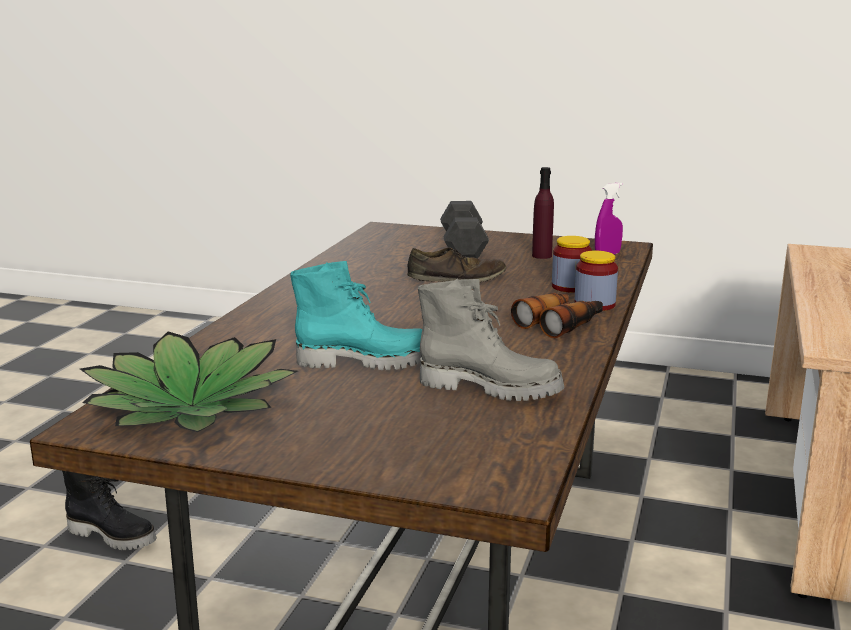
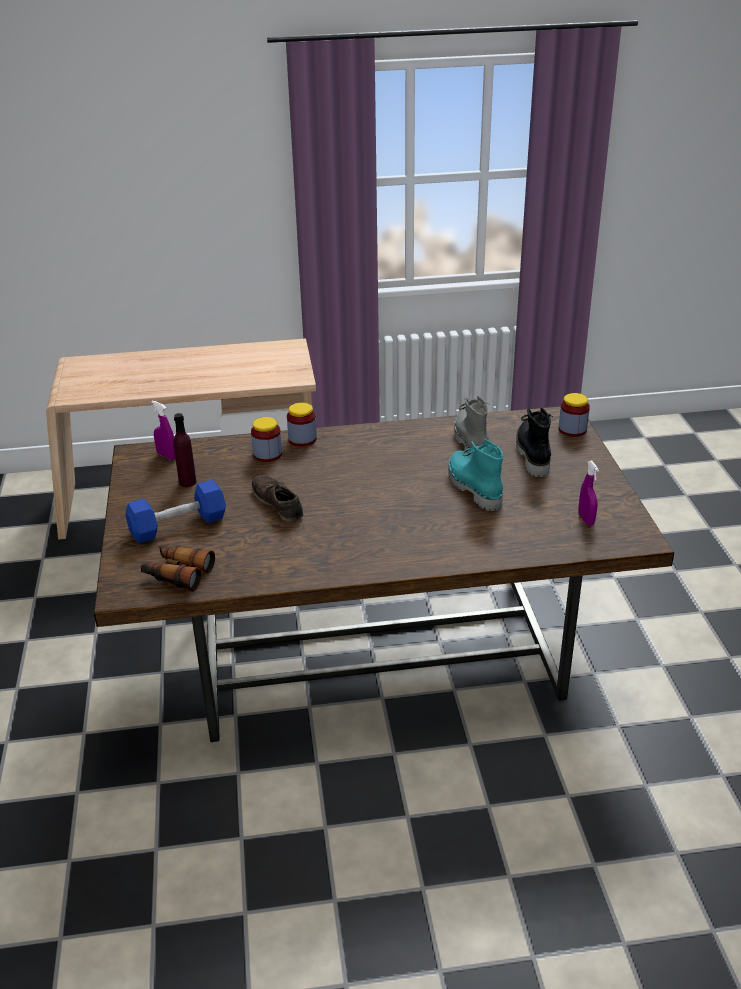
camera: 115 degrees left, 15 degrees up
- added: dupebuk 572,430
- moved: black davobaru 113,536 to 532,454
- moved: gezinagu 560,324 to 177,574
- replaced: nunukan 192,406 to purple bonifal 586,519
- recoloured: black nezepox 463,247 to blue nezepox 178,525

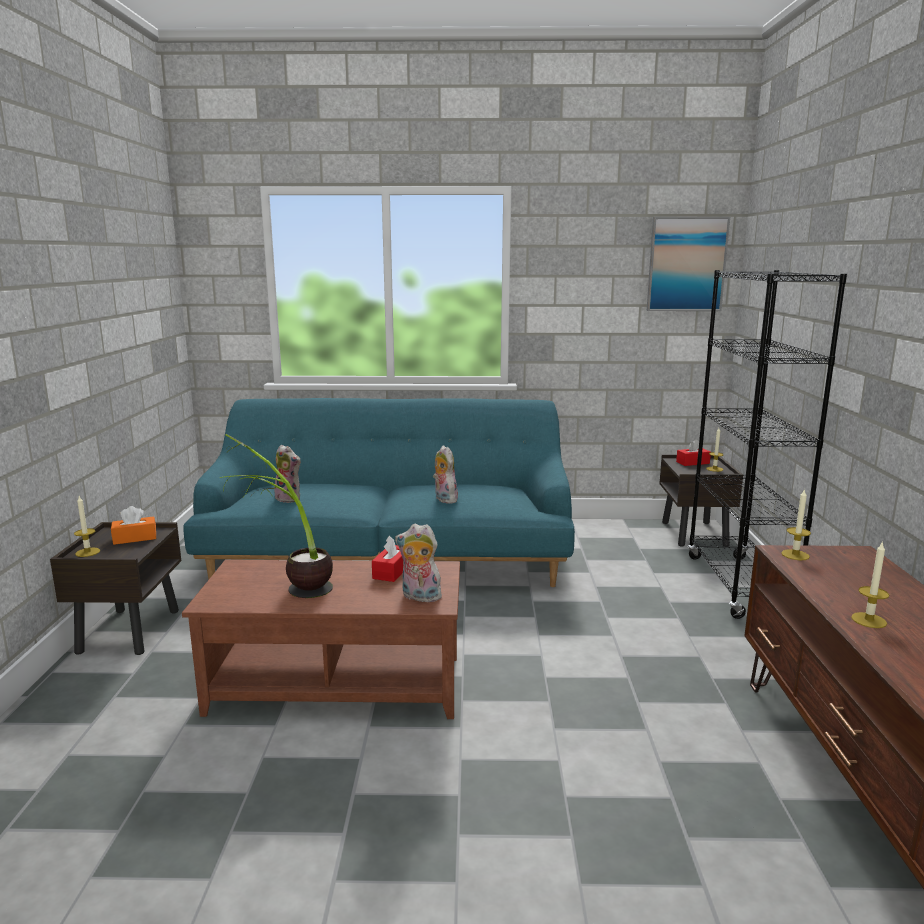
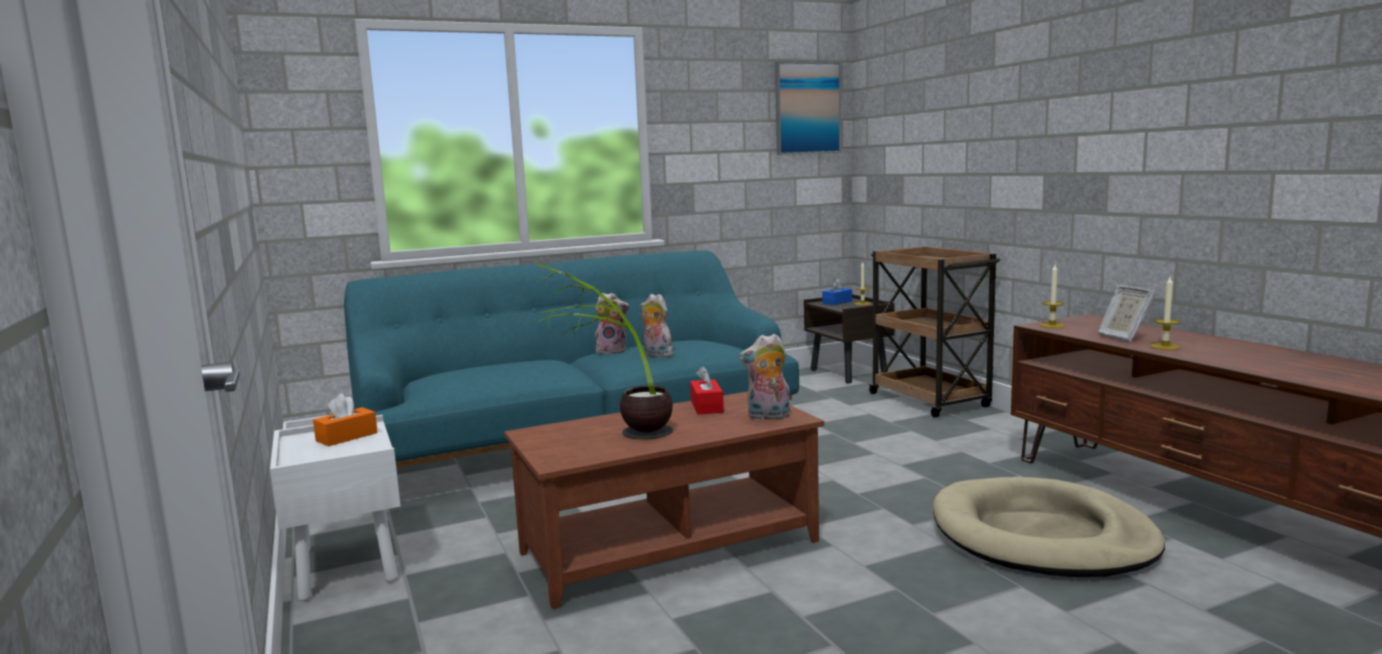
camera: 25 degrees left, 5 degrees down
- removed: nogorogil 87,552
- added: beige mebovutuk 1041,536
- added: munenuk 1123,337
- moved: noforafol 290,498 to 612,351
- replaced: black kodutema 738,586 to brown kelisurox 930,401
- recoloured: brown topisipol 129,631 to white topisipol 345,565
- recoloured: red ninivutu 692,463 to blue ninivutu 837,302

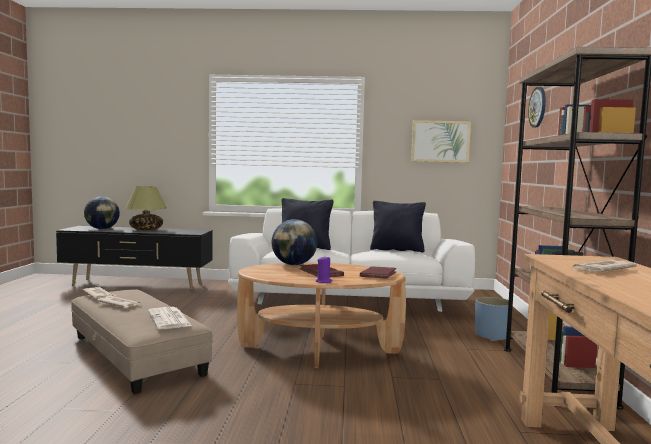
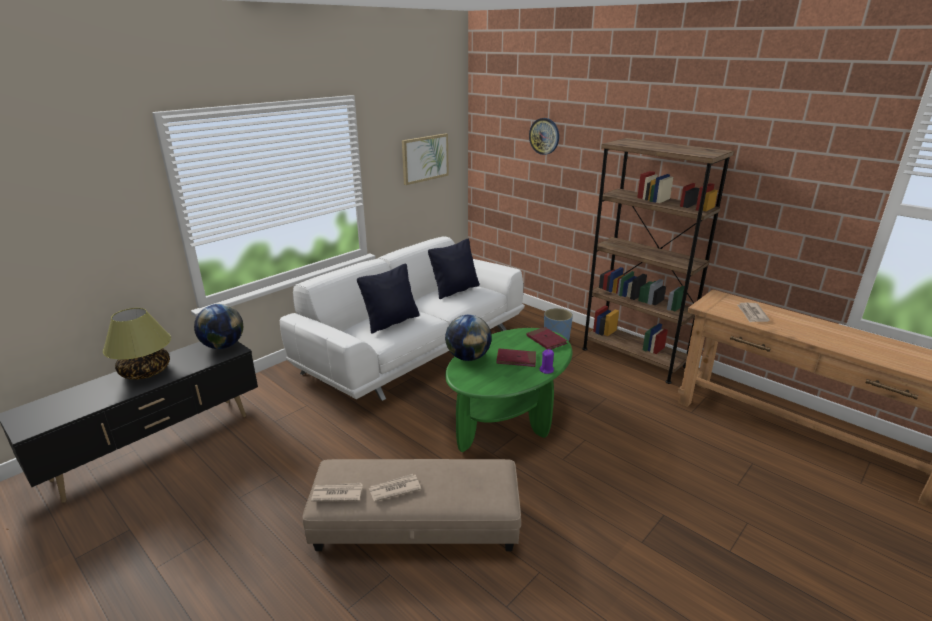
camera: 50 degrees left, 20 degrees up
- removed: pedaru 170,319
- moved: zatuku 102,229 to 223,346
- recoloured: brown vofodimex 319,349 to green vofodimex 508,418

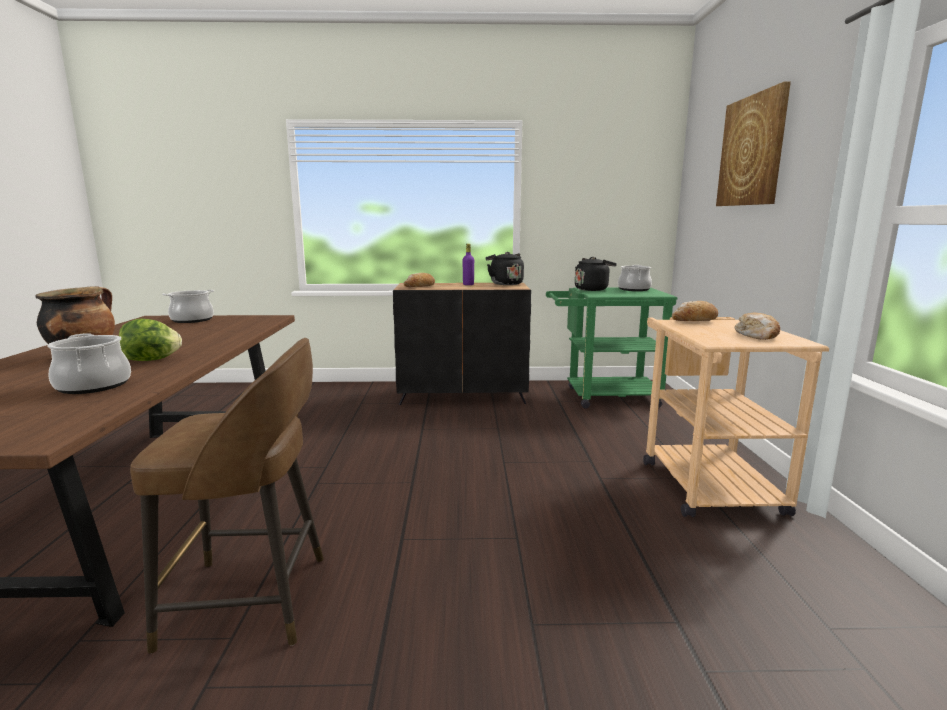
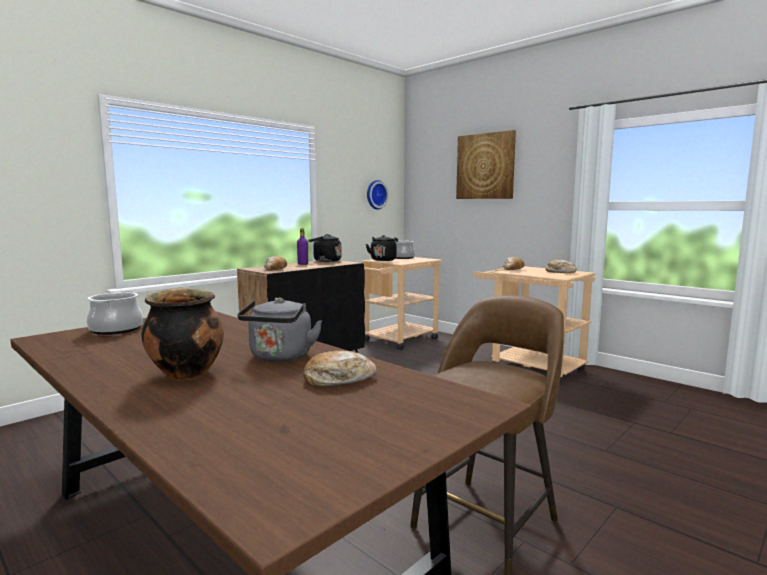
camera: 45 degrees left, 5 degrees down
- added: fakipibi 375,194
- replaced: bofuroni 94,385 to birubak 339,379
- replaced: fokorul 152,360 to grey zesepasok 280,357
- recoloured: green kelisurox 603,397 to beige kelisurox 396,341

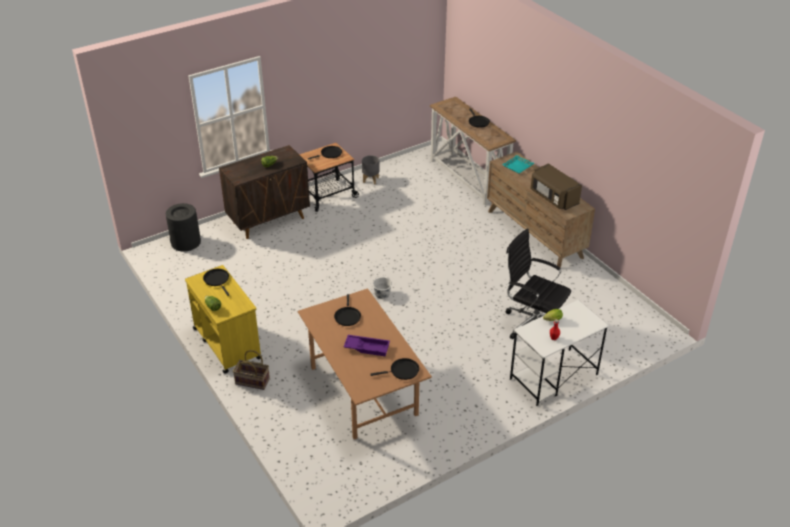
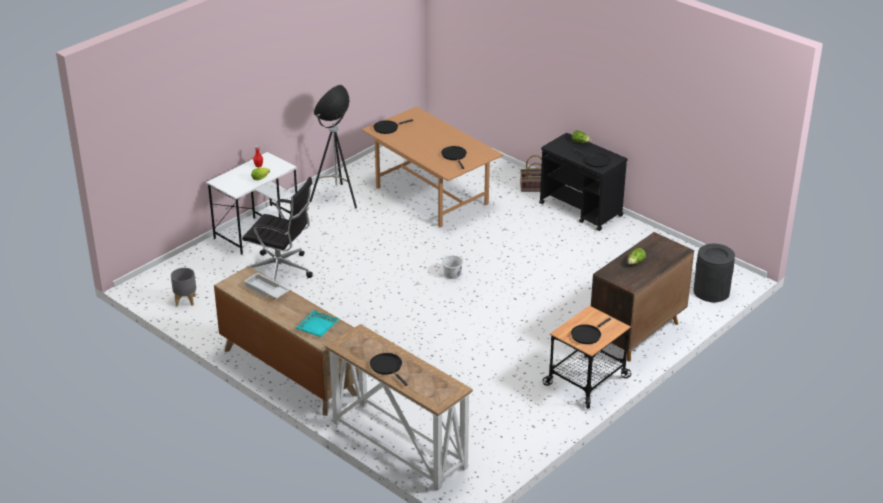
camera: 165 degrees right, 5 degrees down
- removed: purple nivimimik 367,347
- added: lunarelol 337,199
- moved: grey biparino 370,180 to 185,300
- replaced: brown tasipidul 553,198 to white nivimimik 266,290
- recoloured: yellow kelisurox 227,343 to black kelisurox 581,210

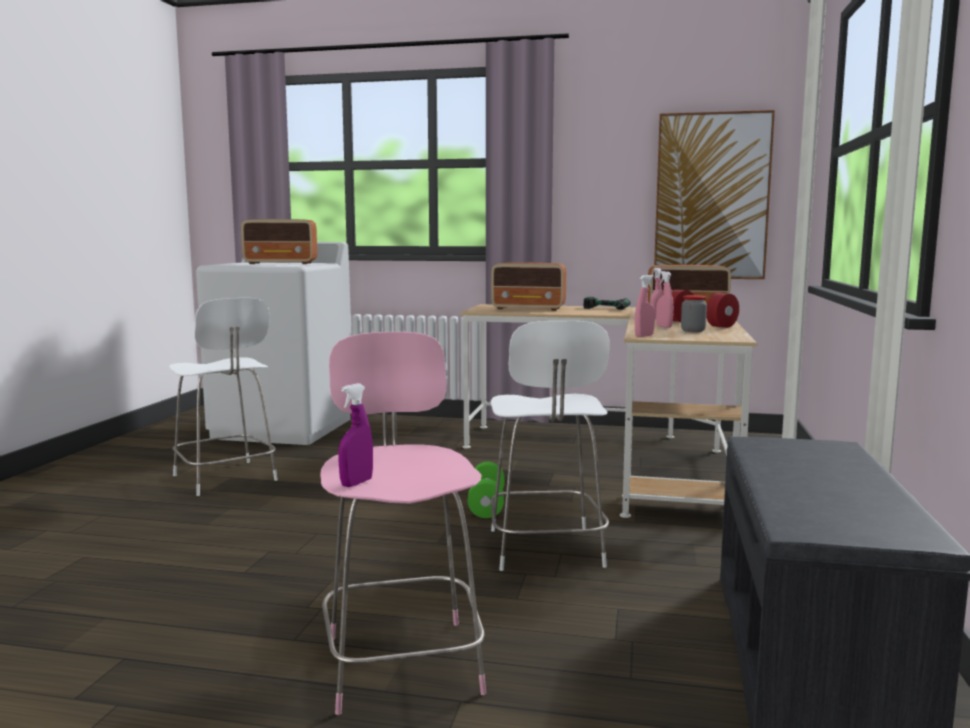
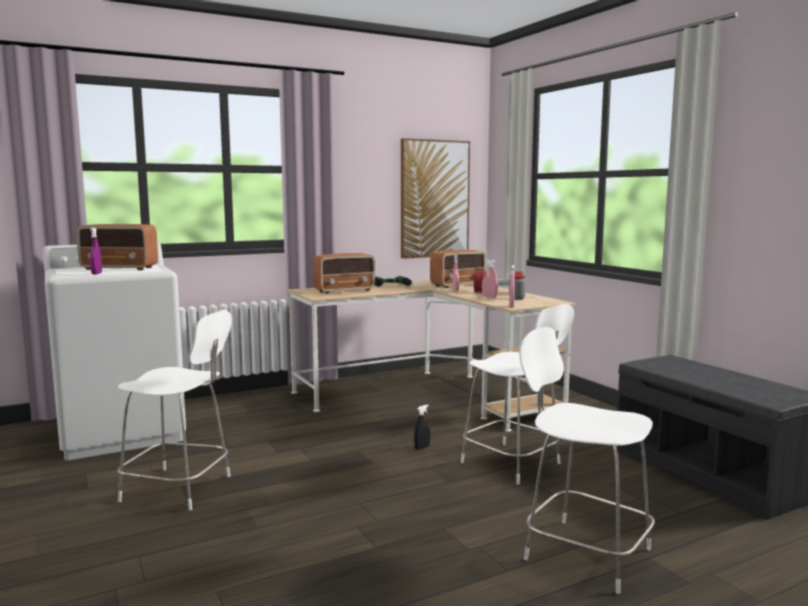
camera: 40 degrees left, 0 degrees up
- moved: purple bonifal 356,483 to 96,274
- replaced: green nezepox 486,505 to black bonifal 422,447
- recoloured: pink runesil 402,660 to white runesil 583,552
- turned: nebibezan 281,263 = 120,268 45 degrees clockwise

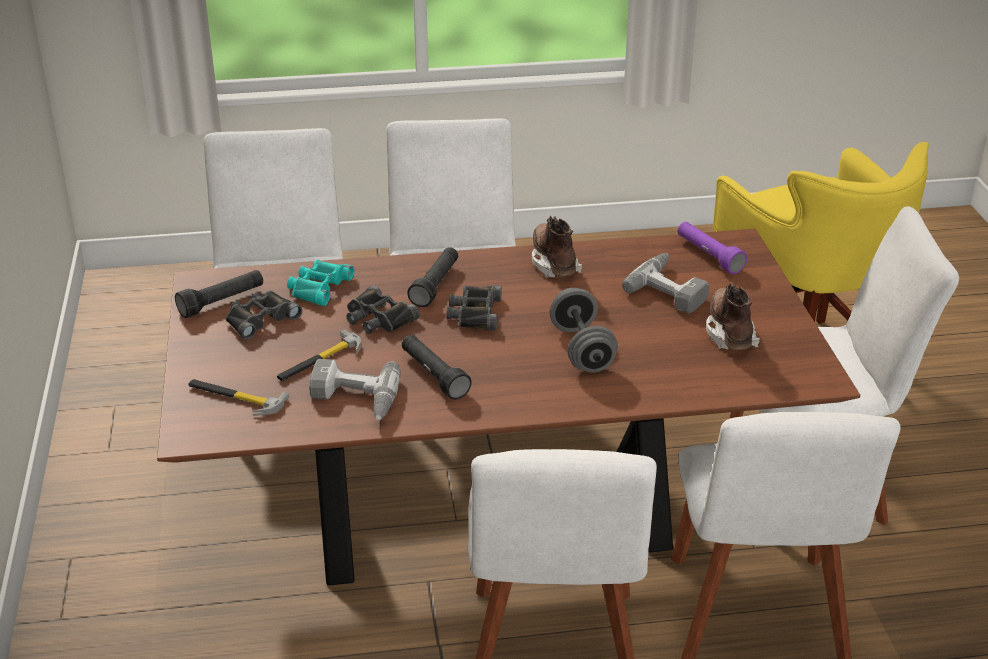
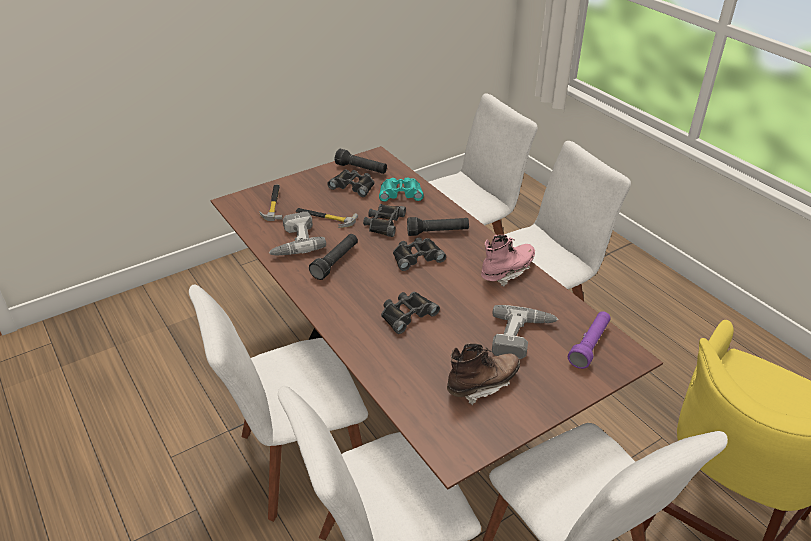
camera: 65 degrees right, 5 degrees up
- replaced: grey nezepox 582,349 to black gezinagu 406,314
- recoloured: brown davobaru 554,264 to pink davobaru 507,272

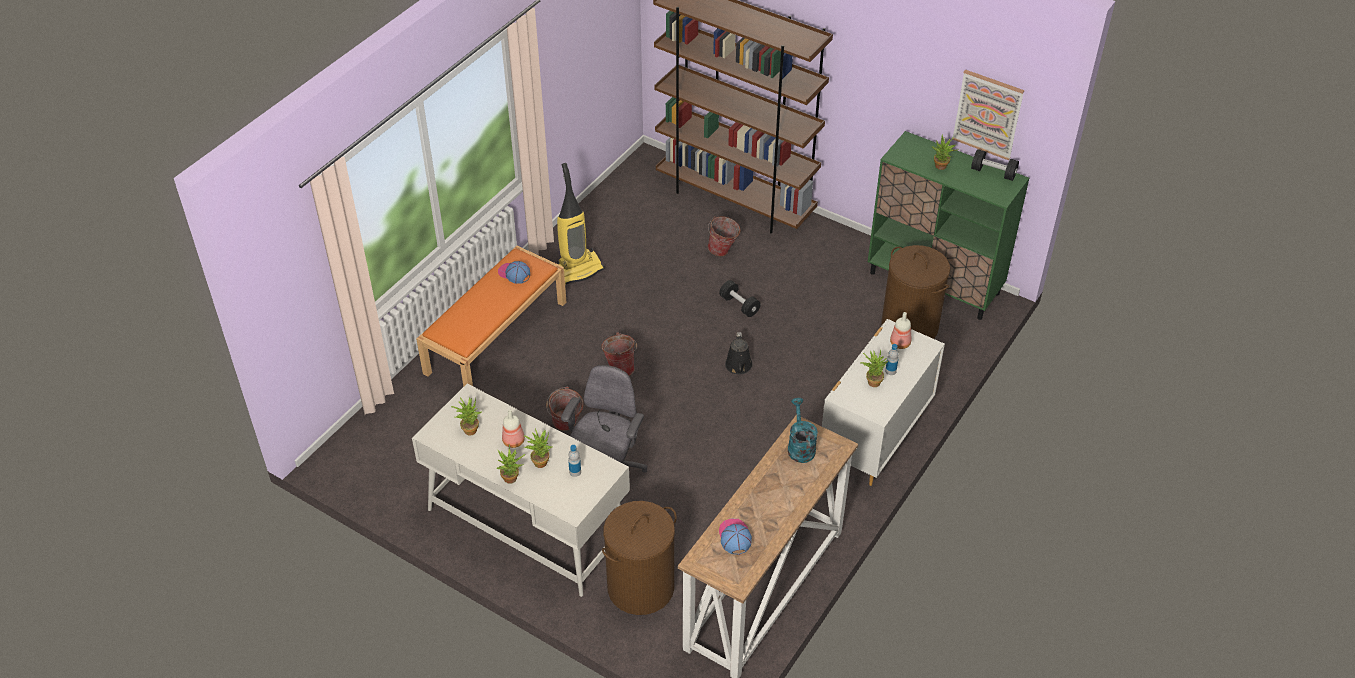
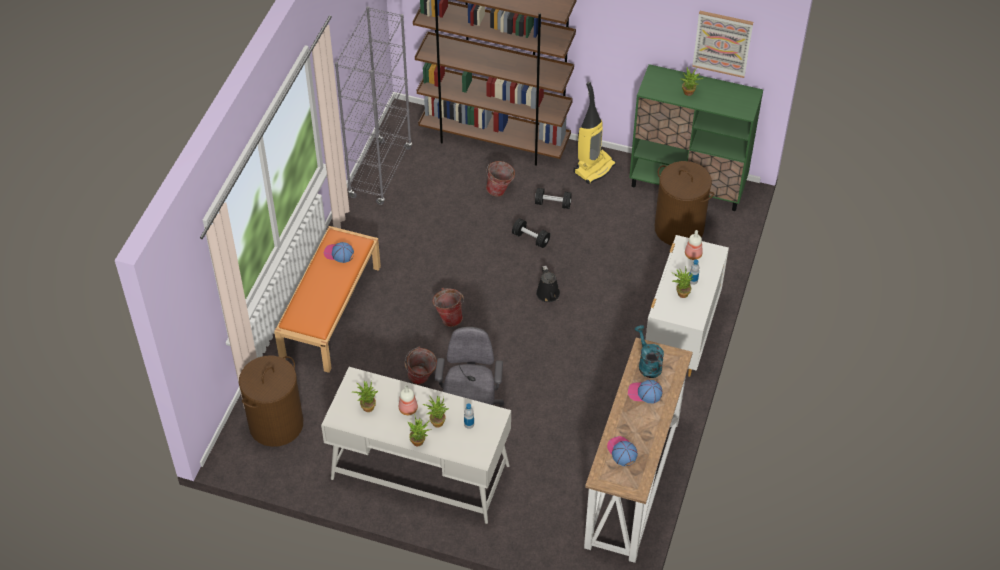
camera: 15 degrees left, 5 degrees up
- added: grey kodutema 380,172
- added: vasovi 644,393
- moved: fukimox 578,269 to 594,168
- moved: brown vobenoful 640,588 to 276,424
- moved: black nezepox 993,172 to 553,203

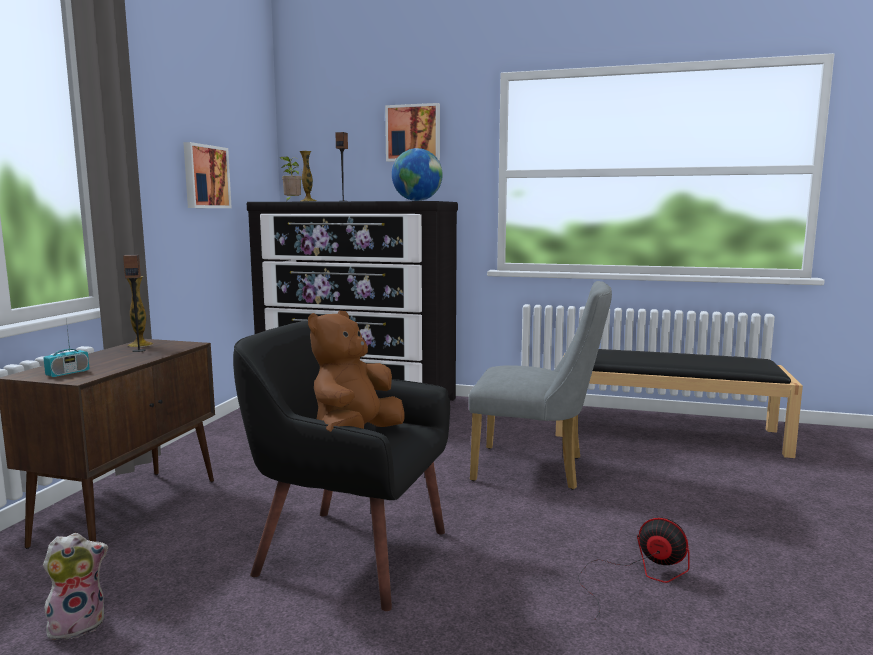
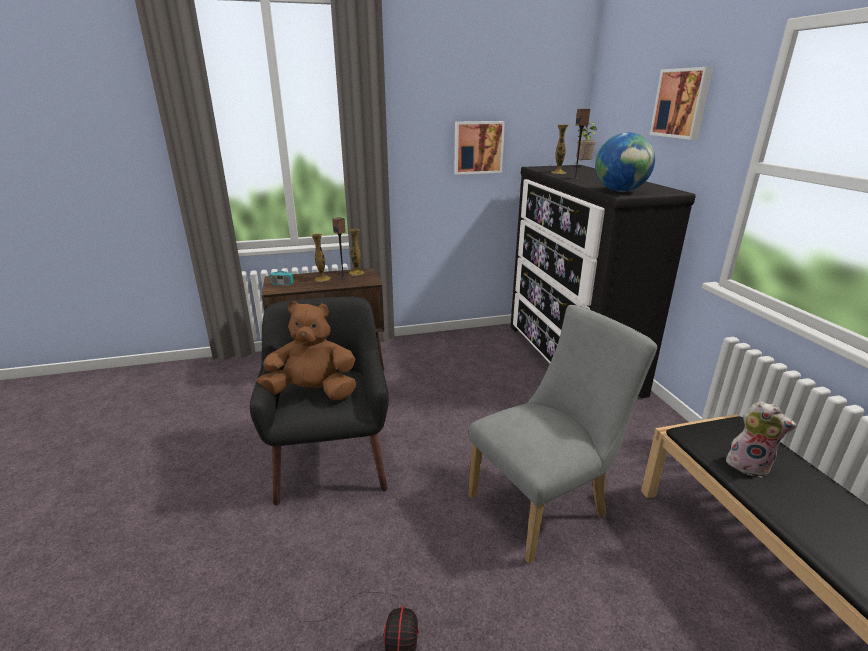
camera: 60 degrees right, 15 degrees up
- added: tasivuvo 322,279
- moved: noforafol 78,624 to 749,465
- turned: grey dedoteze 537,469 = 545,504 105 degrees counterclockwise

